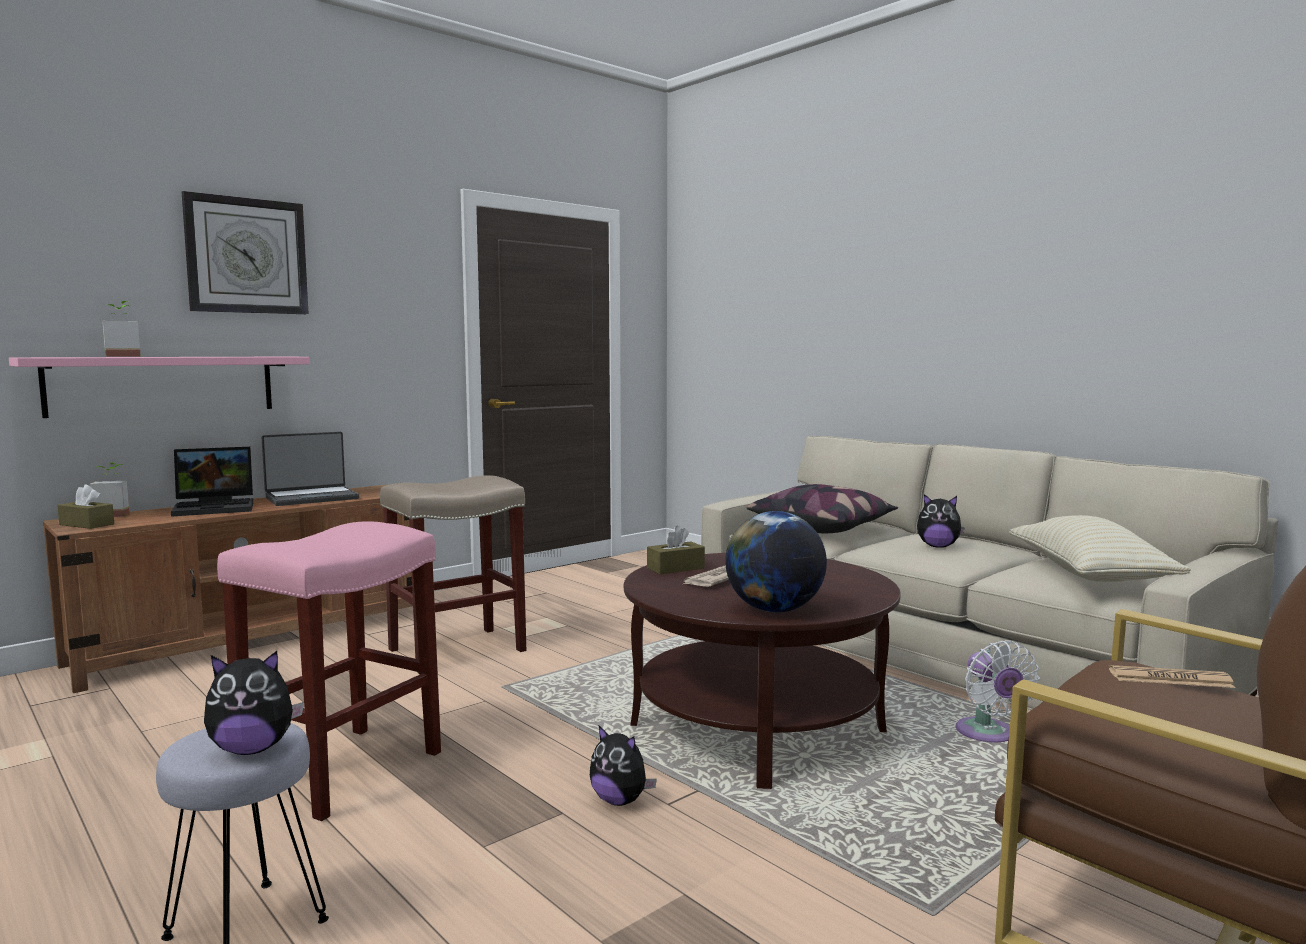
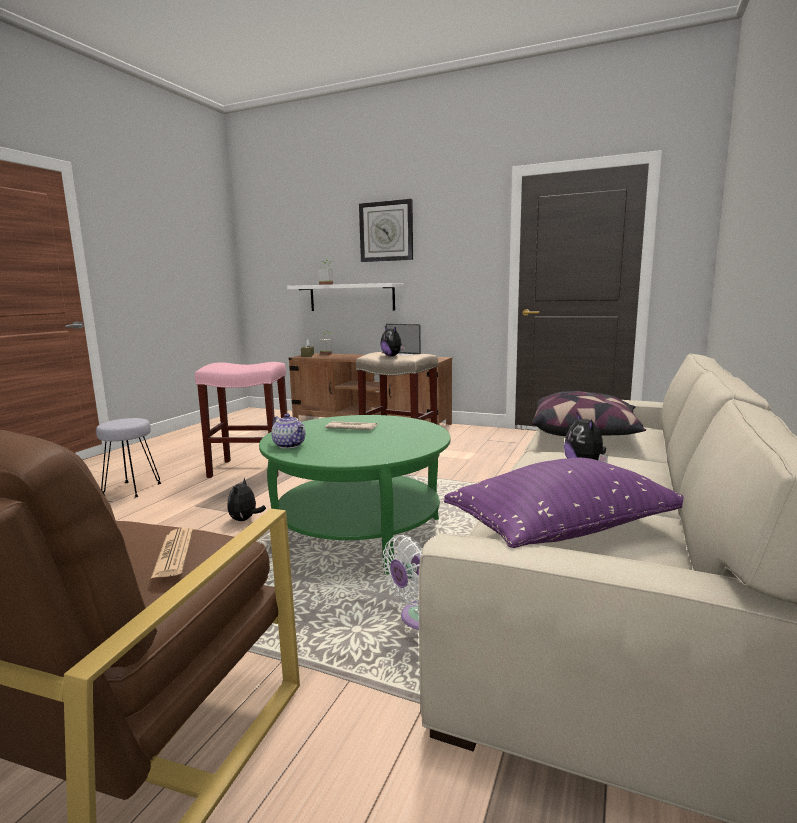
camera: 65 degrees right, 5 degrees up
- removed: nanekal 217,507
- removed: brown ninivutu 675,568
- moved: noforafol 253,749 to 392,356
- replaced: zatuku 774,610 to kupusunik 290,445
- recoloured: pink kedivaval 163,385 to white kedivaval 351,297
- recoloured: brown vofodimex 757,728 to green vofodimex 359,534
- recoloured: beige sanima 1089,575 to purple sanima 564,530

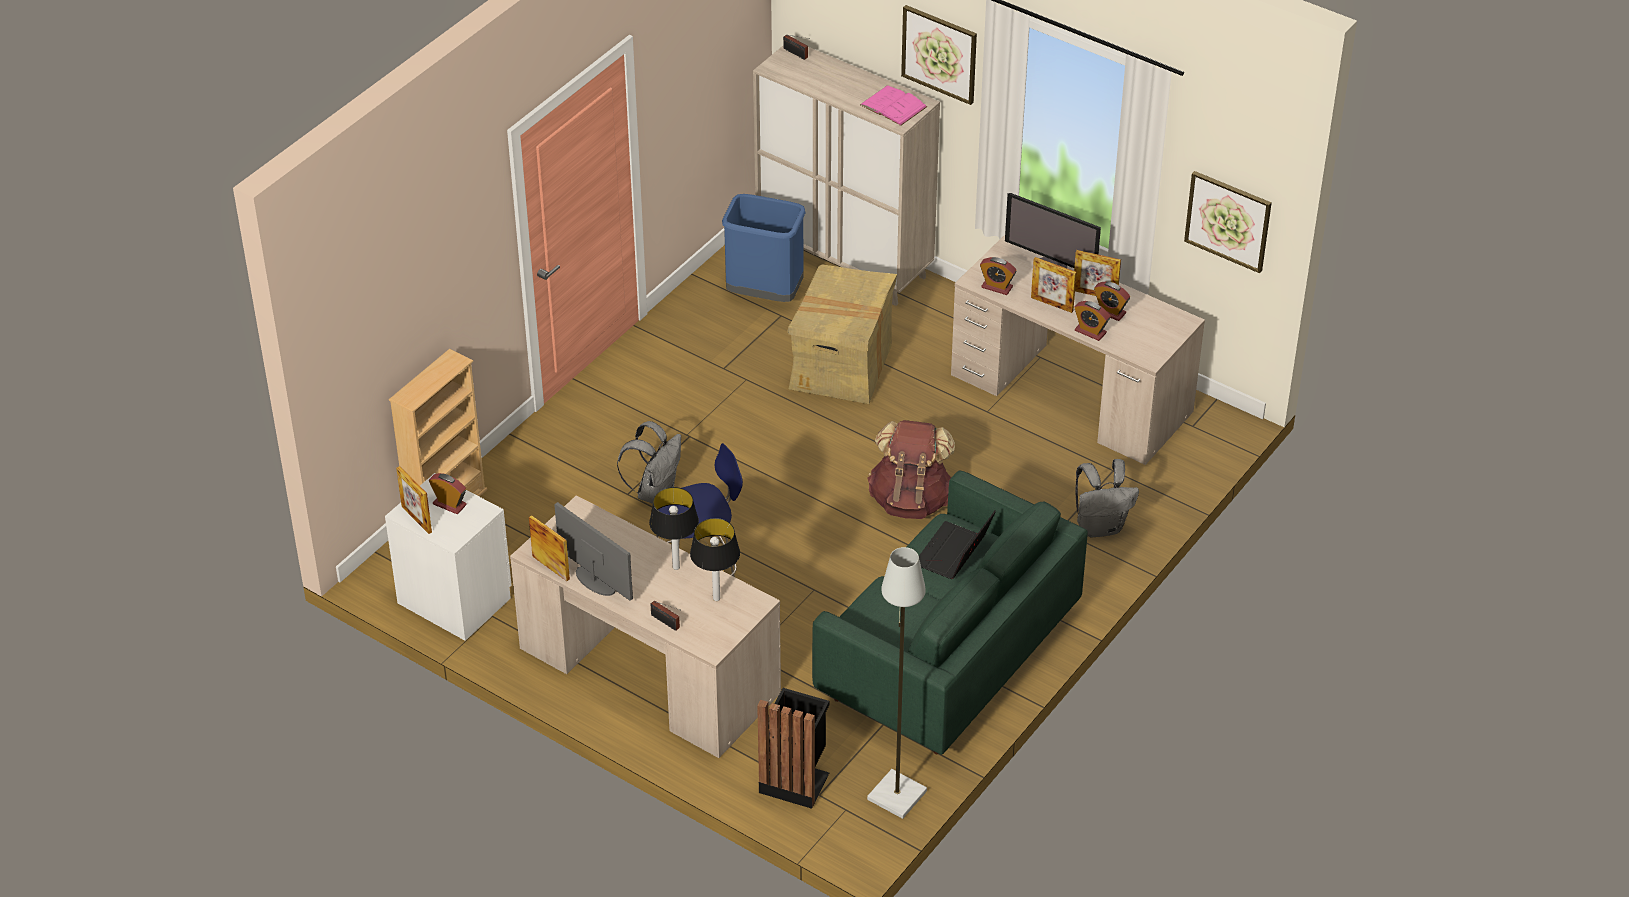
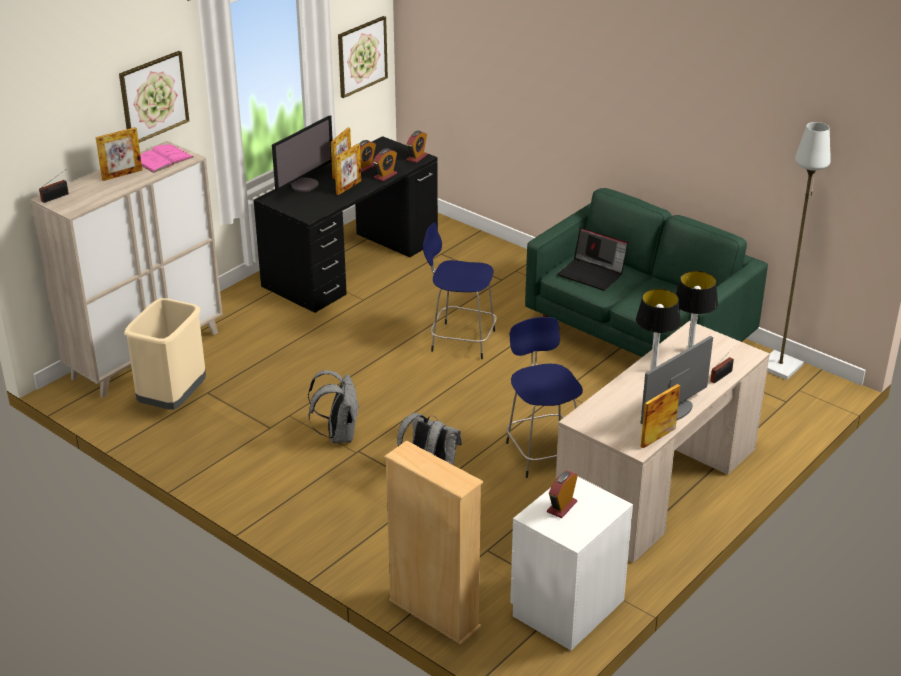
camera: 85 degrees left, 10 degrees down
- removed: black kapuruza 795,780
- removed: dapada 841,367
- moved: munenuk 416,519 to 122,175
- moved: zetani 997,287 to 417,157
- moved: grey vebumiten 1101,526 to 338,435
- replaced: brown vebumiten 911,500 to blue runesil 460,340
- recoloured: blue kapuruza 765,293 to beige kapuruza 173,399
- recoloured: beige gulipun 1071,394 to black gulipun 352,263

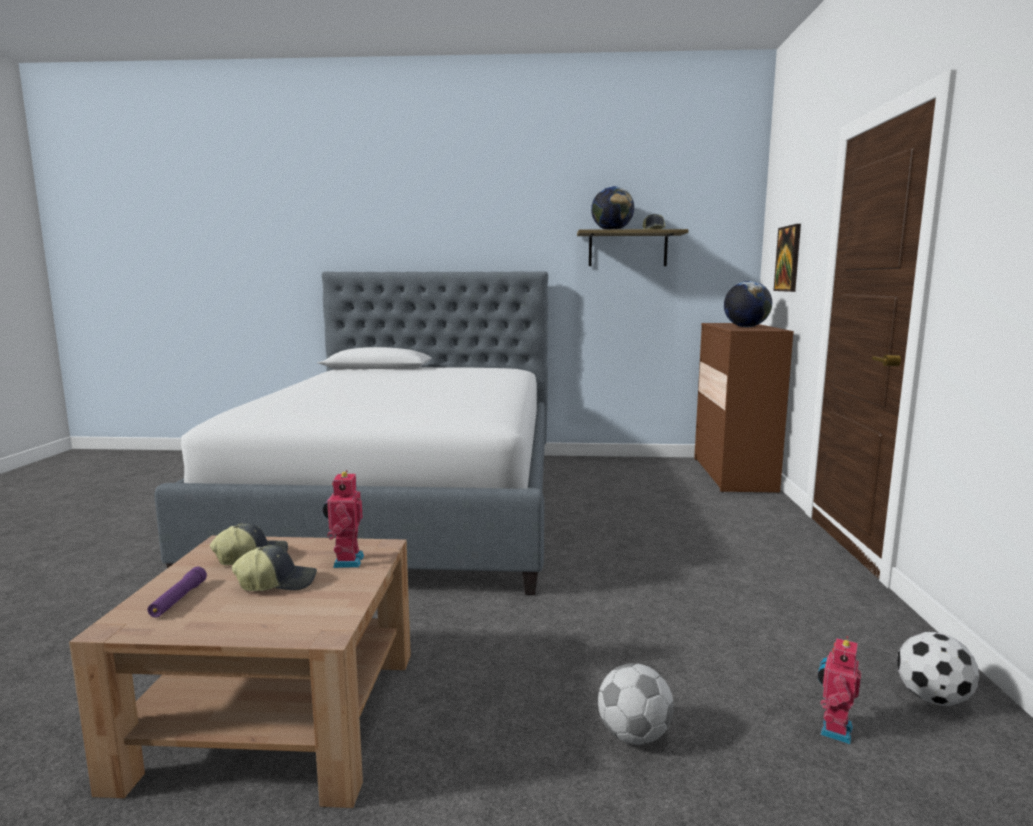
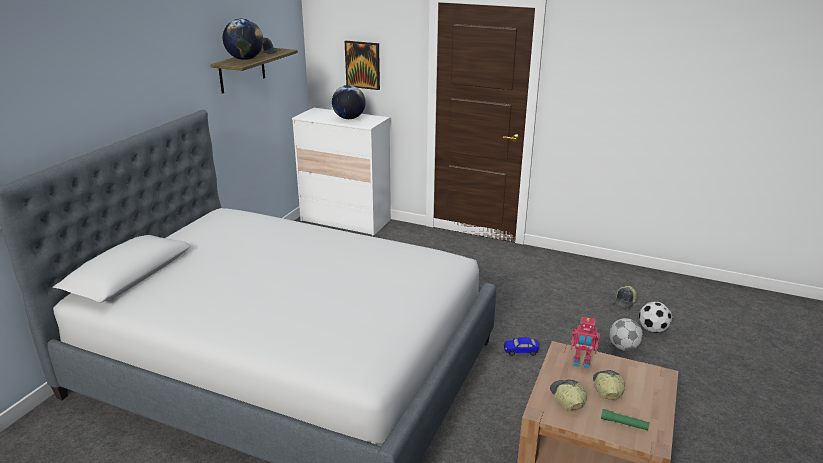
camera: 70 degrees left, 15 degrees up
- added: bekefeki 520,351
- moved: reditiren 933,699 to 653,329
- replaced: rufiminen 833,729 to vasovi 625,302
- recoloured: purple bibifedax 178,599 to green bibifedax 624,423
- recoloured: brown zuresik 733,475 to white zuresik 345,221

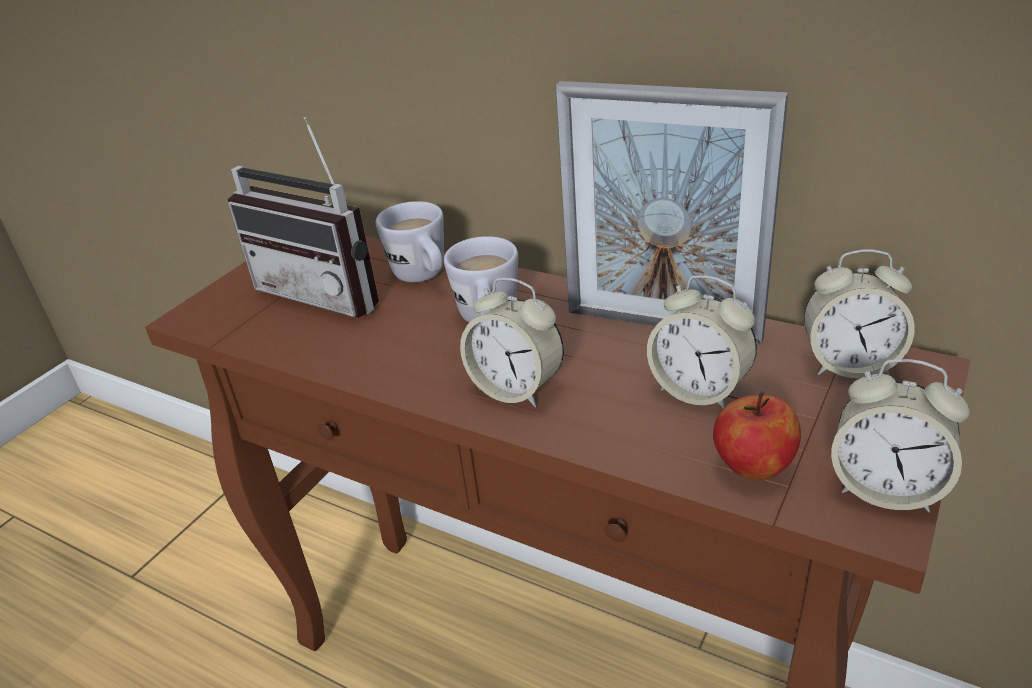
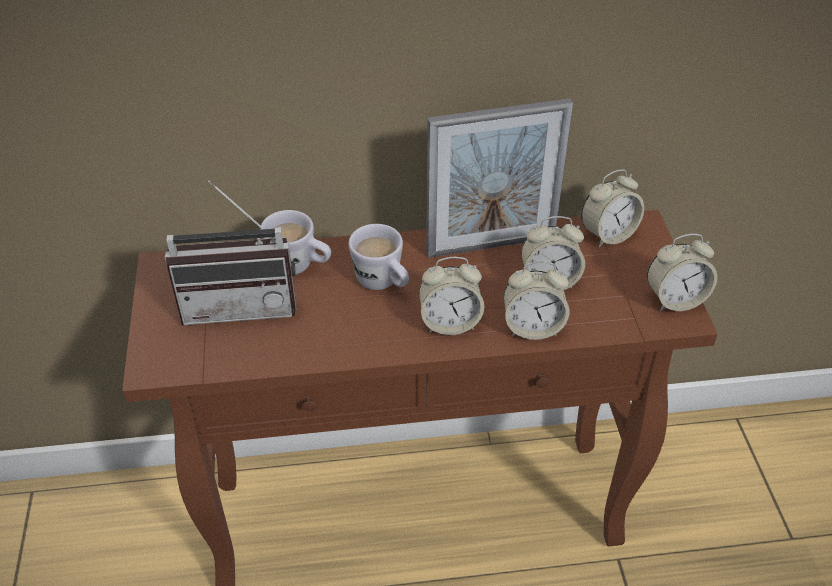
camera: 40 degrees left, 10 degrees up
- removed: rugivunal 753,467
- added: zetani 532,327

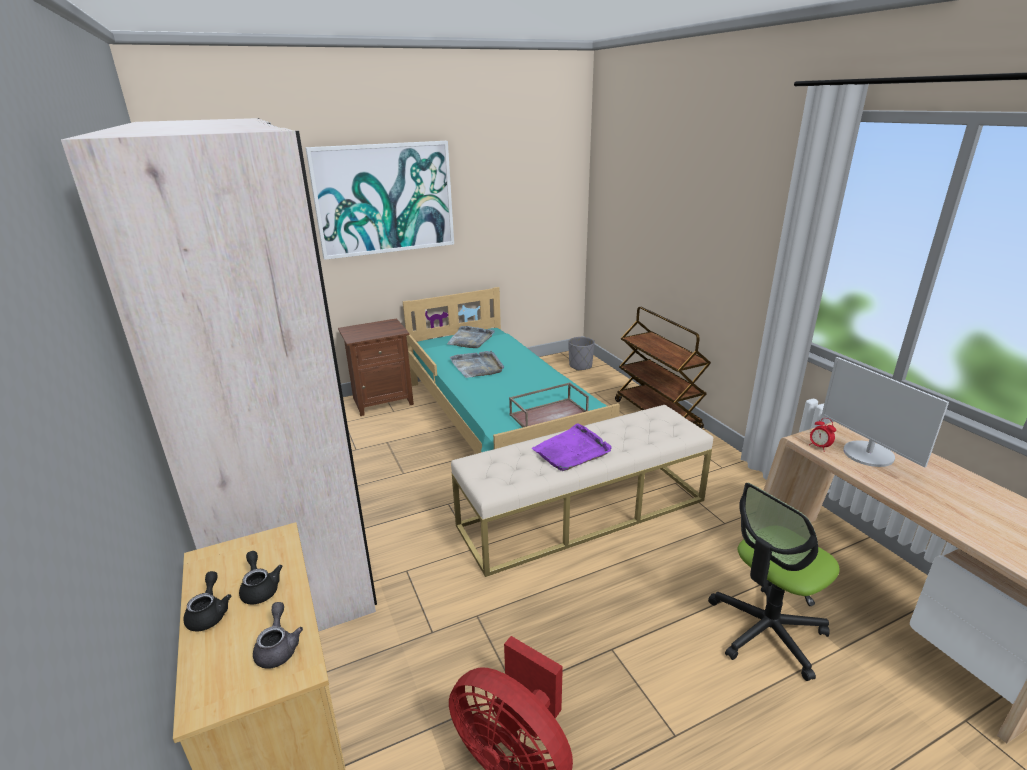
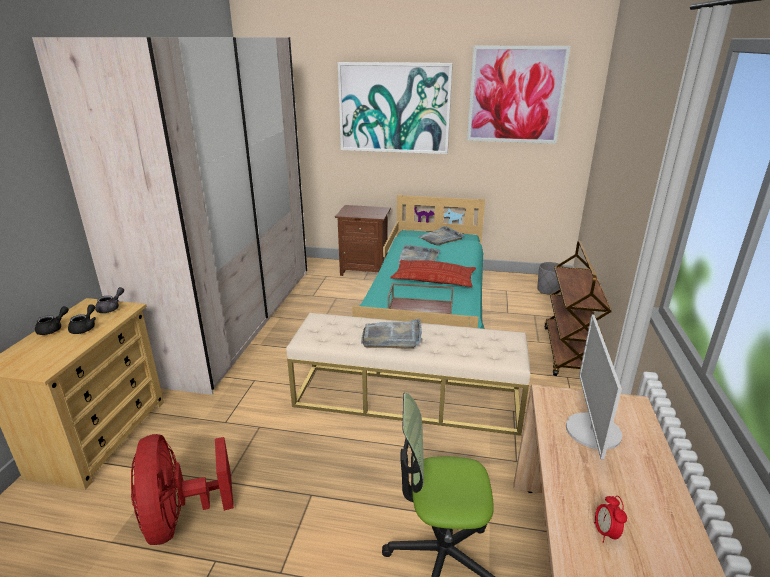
camera: 35 degrees right, 0 degrees up
- added: sanima 434,279
- added: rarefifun 515,95
- moved: grey kupusunik 278,647 to 111,308
- moved: zetani 819,447 to 605,533
- recoloured: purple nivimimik 572,451 to grey nivimimik 392,336

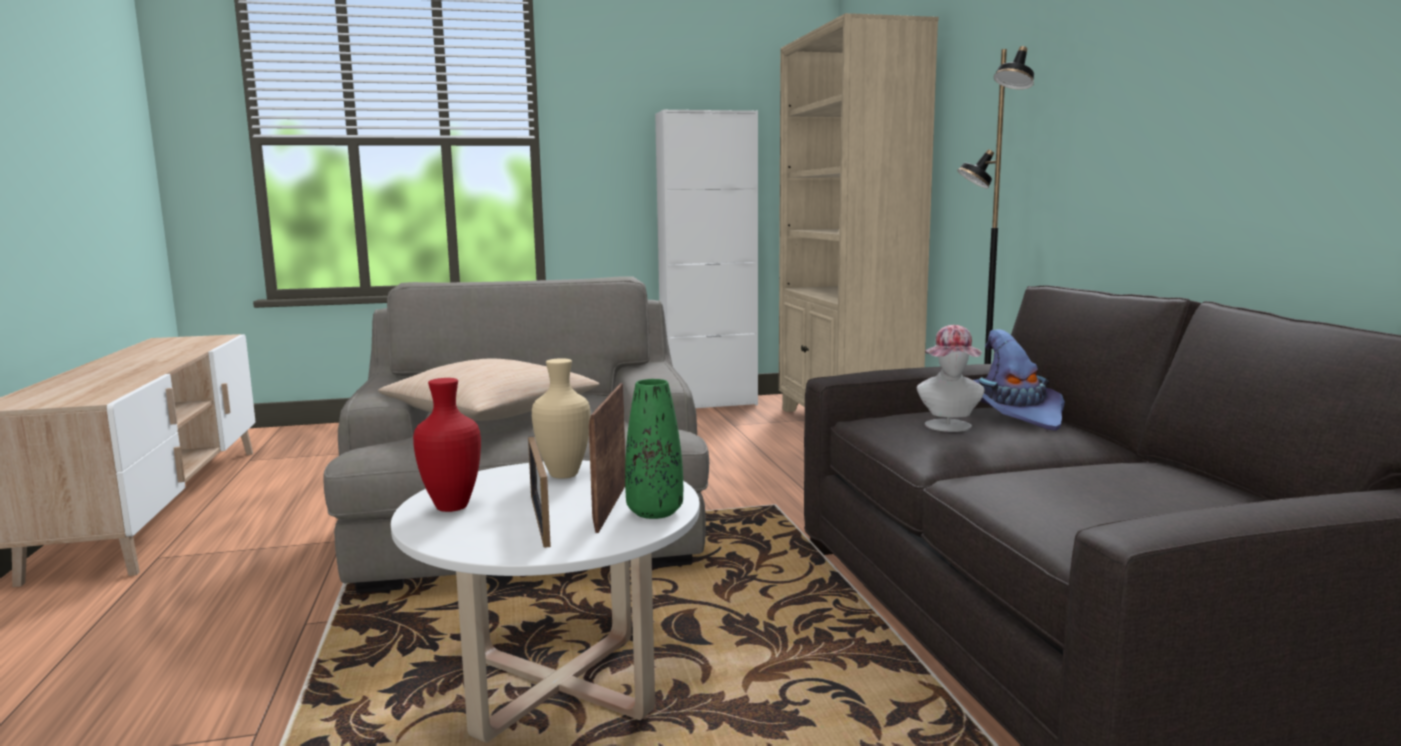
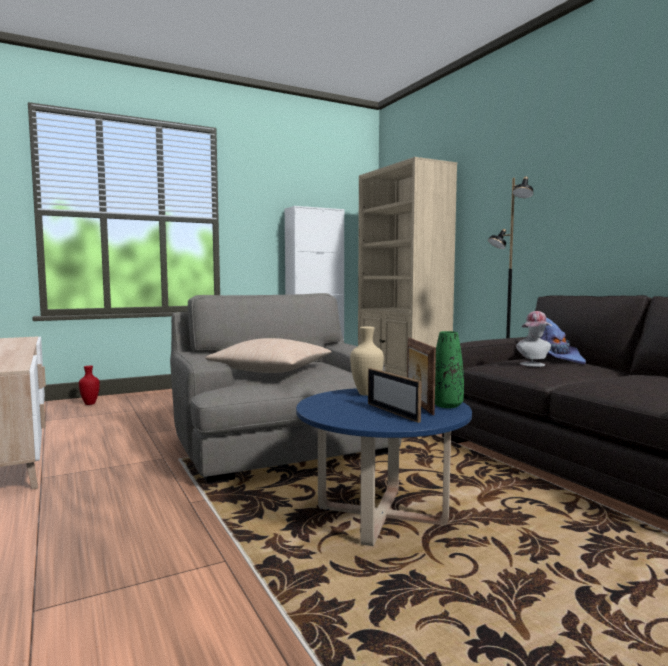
camera: 15 degrees left, 5 degrees down
- moved: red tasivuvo 451,508 to 90,404
- recoloured: white vofodimex 558,686 to blue vofodimex 381,516

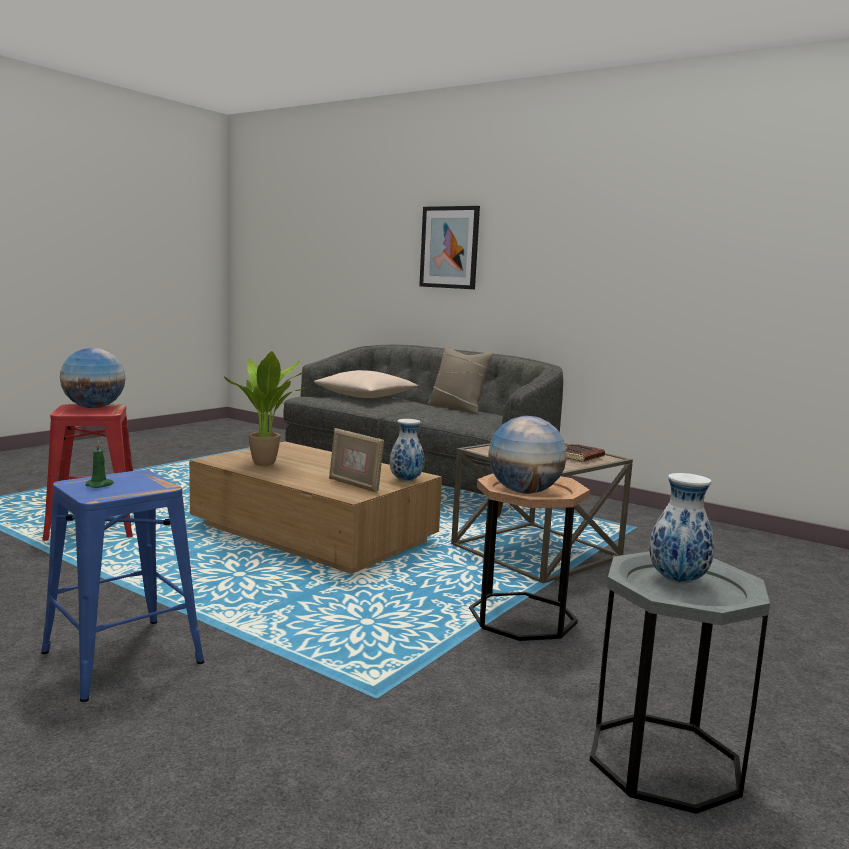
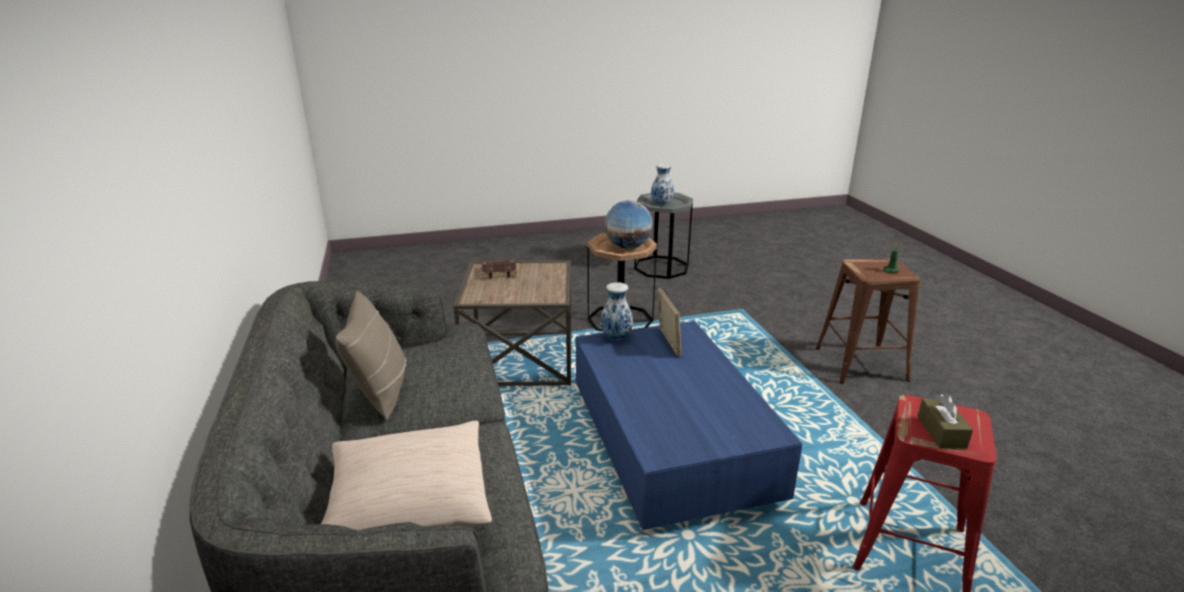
camera: 140 degrees left, 15 degrees up
- removed: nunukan 268,464
- removed: rarefifun 449,247
- replaced: zatuku 93,407 to brown ninivutu 941,432
- recoloured: blue runesil 122,656 to brown runesil 861,364
- recoloured: brown vofodimex 313,534 to blue vofodimex 670,443

